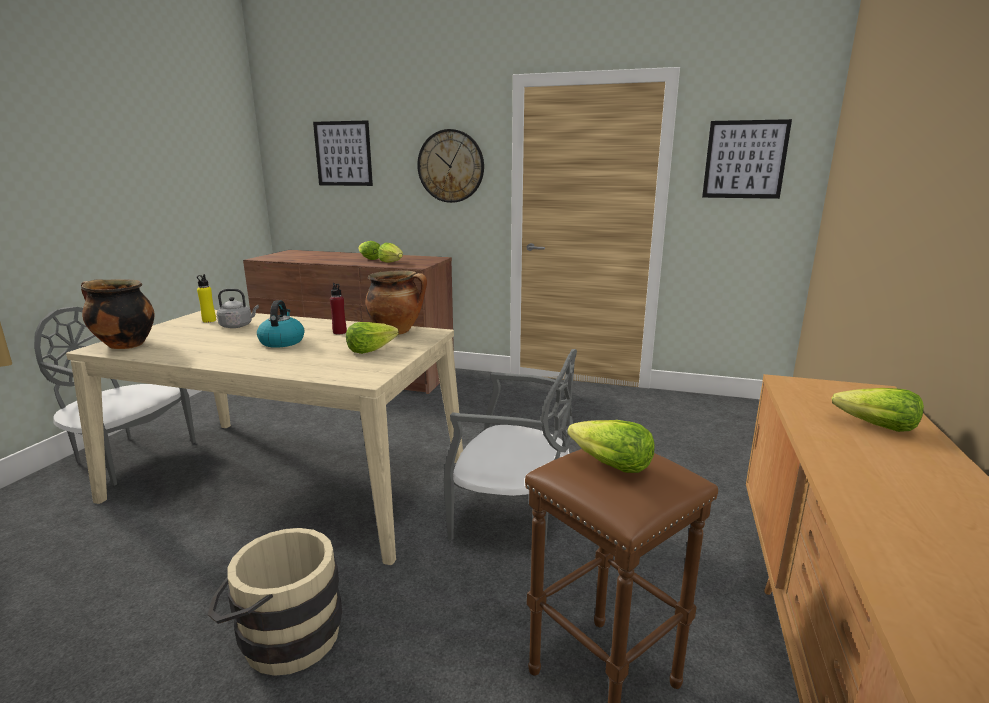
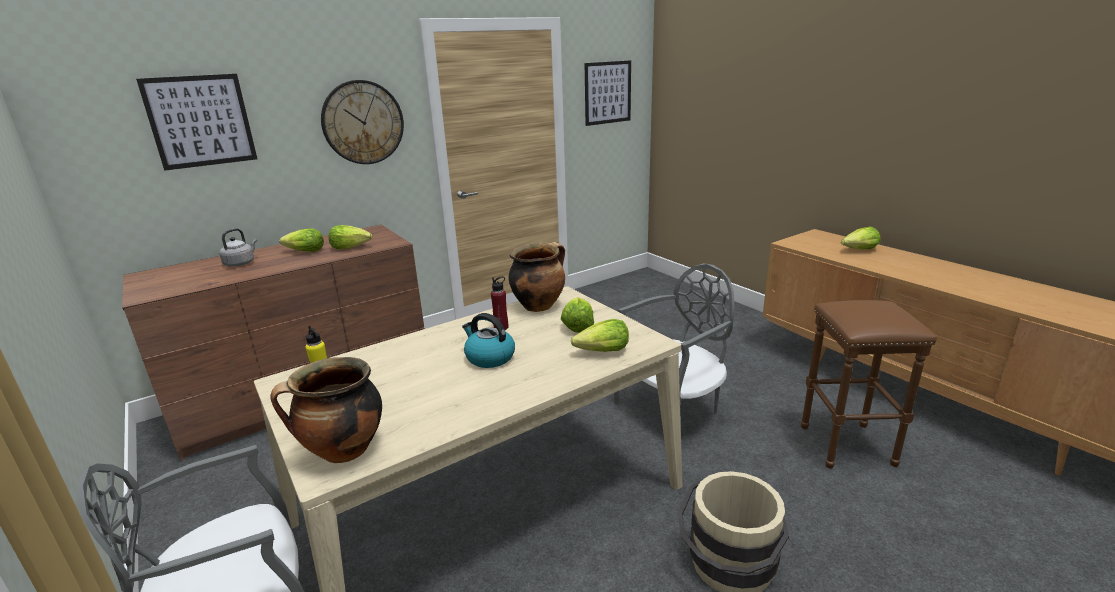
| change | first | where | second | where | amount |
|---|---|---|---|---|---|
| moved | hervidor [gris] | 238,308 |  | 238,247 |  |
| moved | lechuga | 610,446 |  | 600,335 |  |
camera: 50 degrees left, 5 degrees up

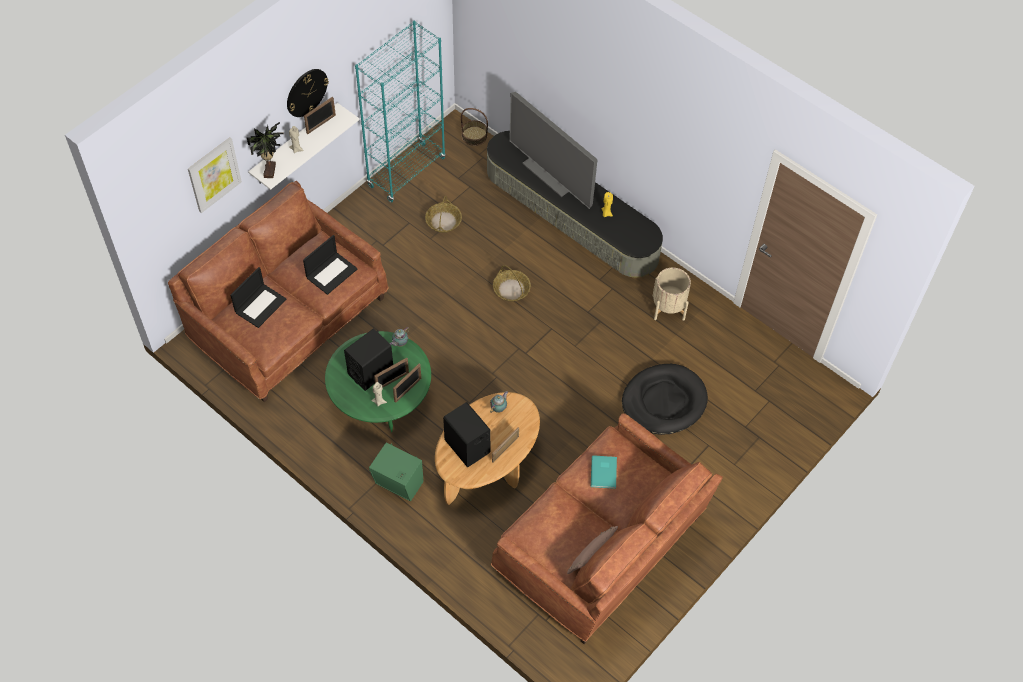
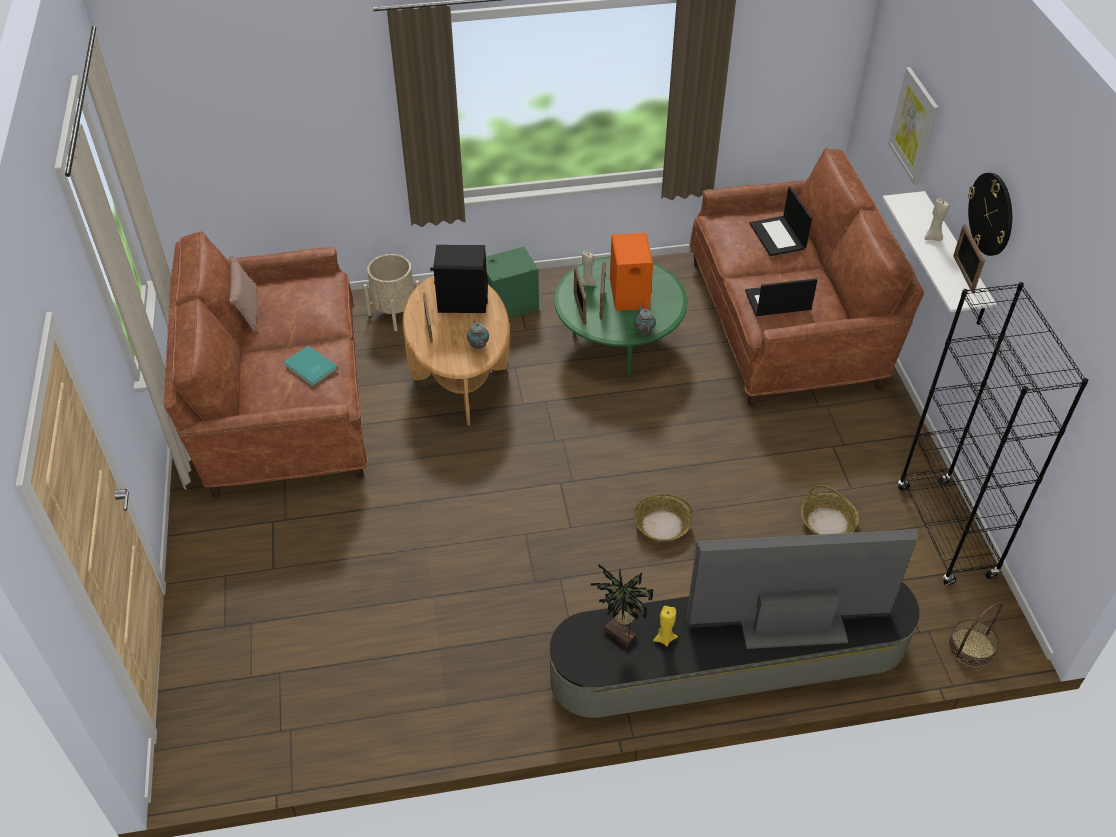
| change | first | where | second | where | amount |
|---|---|---|---|---|---|
| recoloured | estantería [turquesa] | 400,111 | estantería [negro] | 993,433 |  |
| moved | planta en maceta | 265,150 |  | 622,605 |  |
| turned | portátil | 330,265 |  | 781,297 | 90 degrees clockwise |
| moved | maceta [beis] | 672,294 |  | 391,292 |  |
| recoloured | altavoz [negro] | 368,359 | altavoz [naranja] | 631,272 |  |
| removed | cama para perro [negro] | 665,399 |  |  |  |
camera: 130 degrees right, 10 degrees down

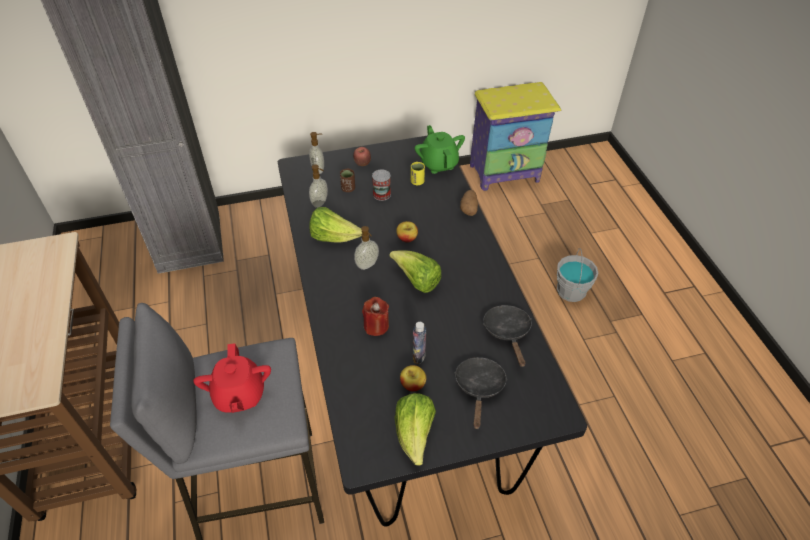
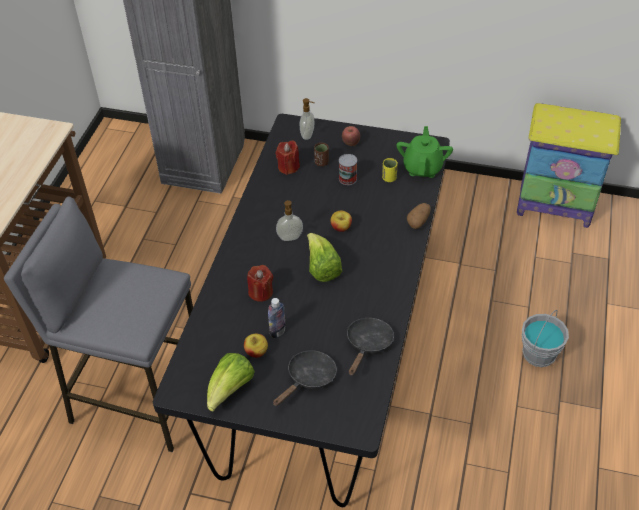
| change | first | where | second | where | amount |
|---|---|---|---|---|---|
| replaced | dispensador de jabón | 318,186 | vela [rojo] | 288,158 |  |
| removed | lechuga | 335,225 |  |  |  |
| removed | tetera [rojo] | 232,378 |  |  |  |
camera: 30 degrees right, 0 degrees up

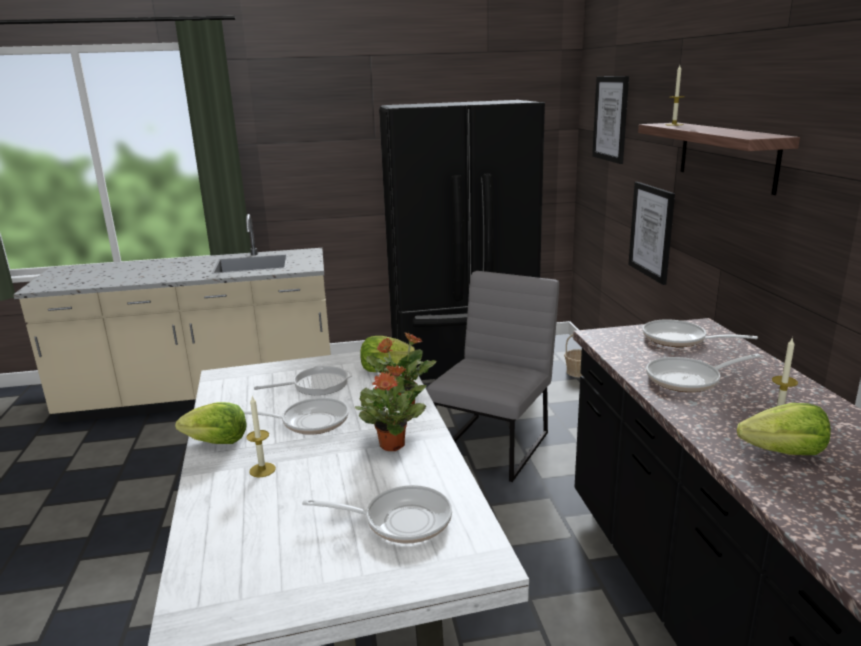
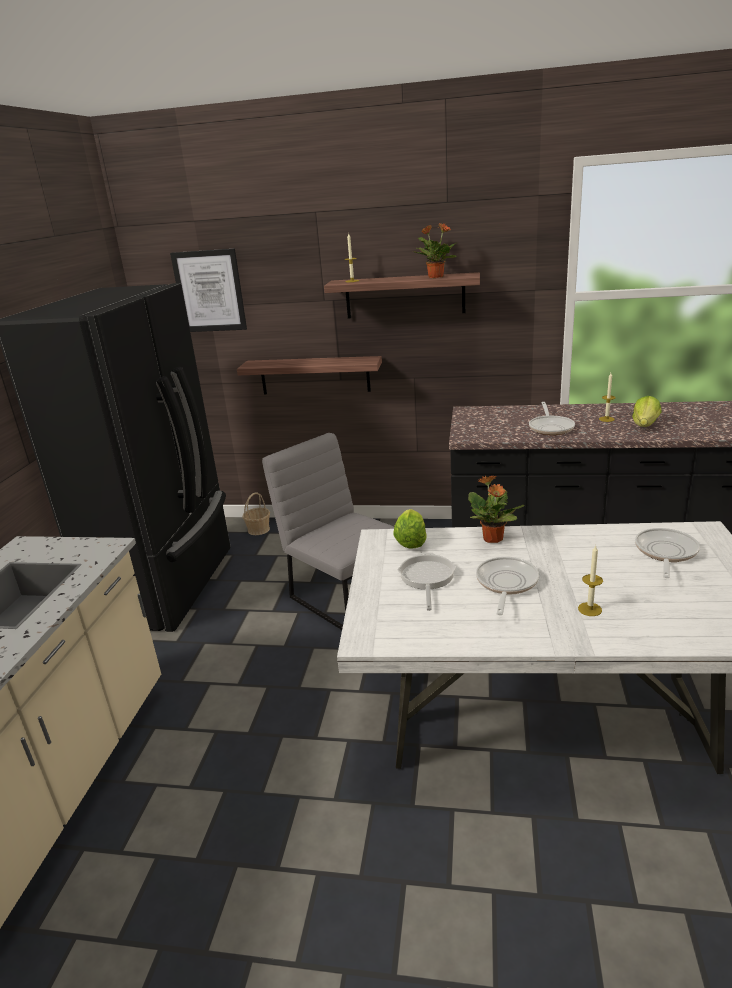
| change | first | where | second | where | amount |
|---|---|---|---|---|---|
| replaced | cuadro | 651,233 | estante | 309,375 |  |
| removed | sartén | 700,333 |  |  |  |
| moved | planta en maceta | 391,408 |  | 436,250 |  |
| removed | lechuga | 211,423 |  |  |  |
camera: 70 degrees left, 5 degrees up

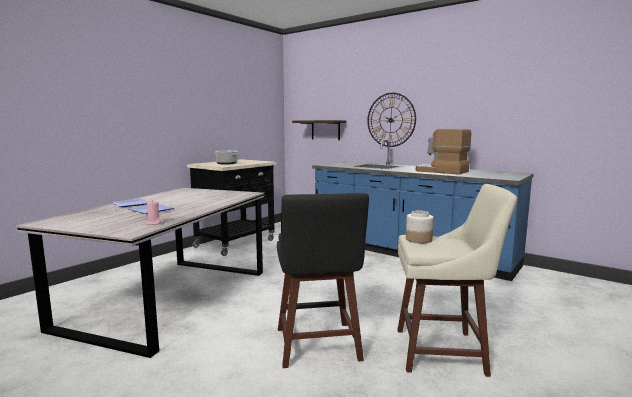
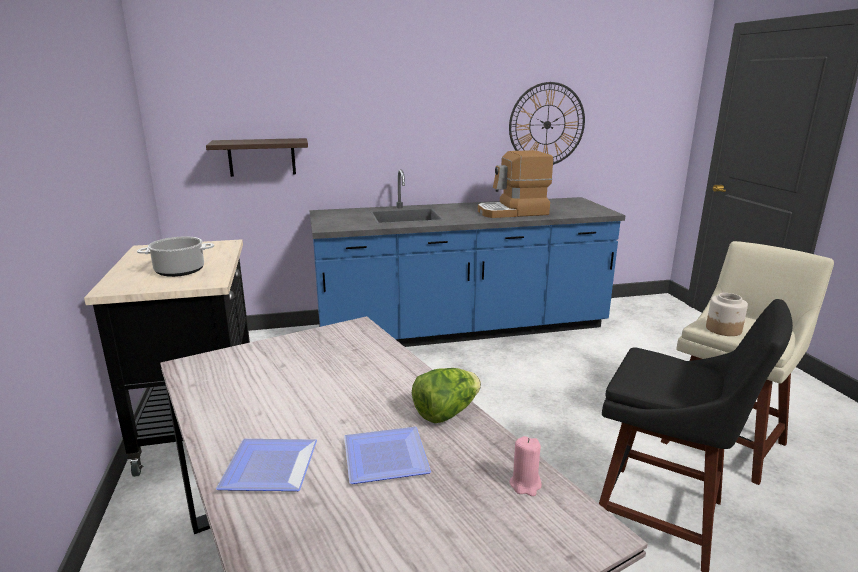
| change | first | where | second | where | amount |
|---|---|---|---|---|---|
| moved | reloj de pared | 391,120 |  | 547,123 |  |
| added |  |  | lechuga | 446,395 |  |
camera: 50 degrees left, 10 degrees up

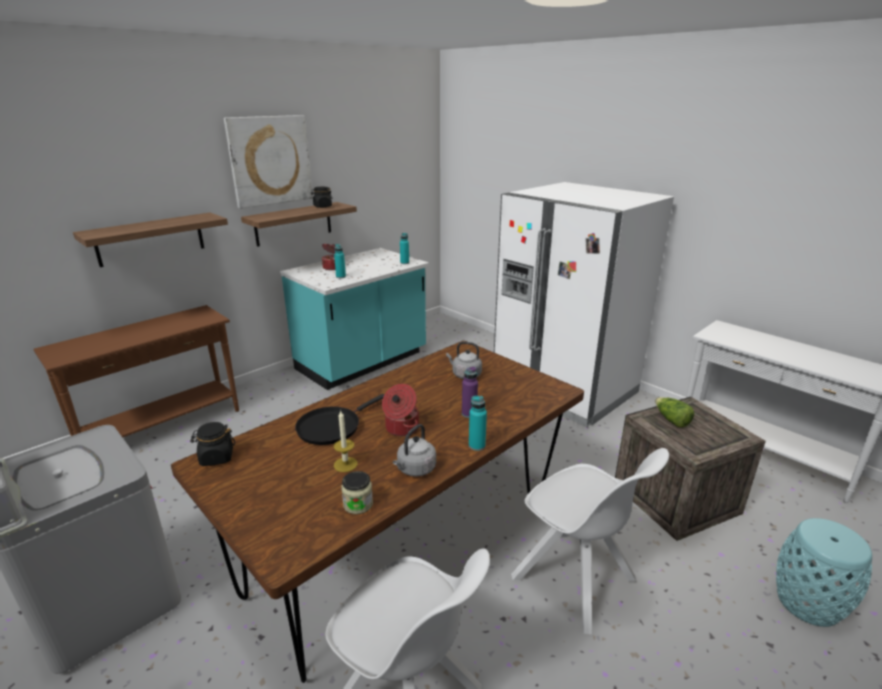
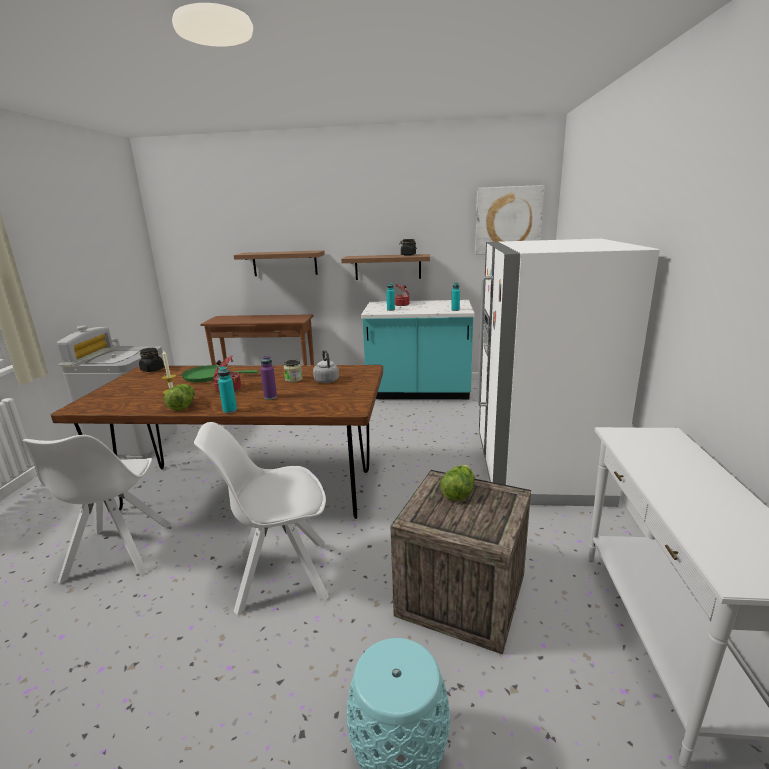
| change | first | where | second | where | amount |
|---|---|---|---|---|---|
| moved | cuadro | 268,162 |  | 509,220 |  |
| recoloured | sartén [negro] | 340,419 | sartén [verde] | 220,373 |  |
| replaced | hervidor [gris] | 414,450 | lechuga | 179,397 |  |
| turned | silla [blanco] | 590,541 |  | 261,518 | 75 degrees clockwise |
| moved | tarro | 357,492 |  | 293,371 |  |
camera: 50 degrees right, 5 degrees down

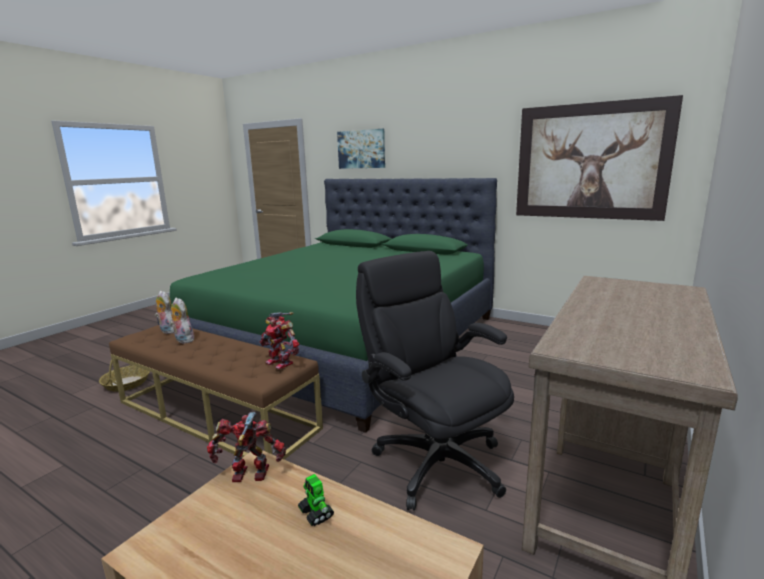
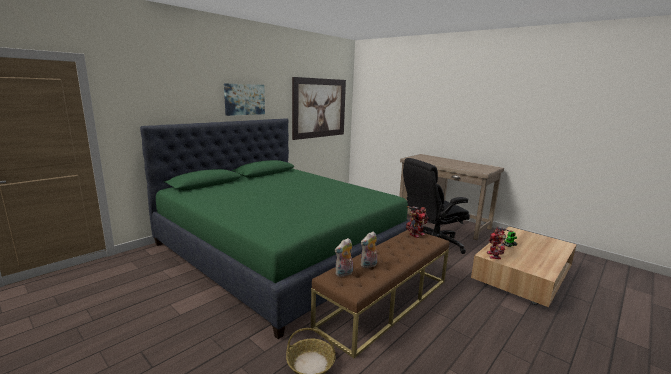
| change | first | where | second | where | amount |
|---|---|---|---|---|---|
| moved | cuadro | 361,149 |  | 244,99 |  |
camera: 80 degrees left, 0 degrees up

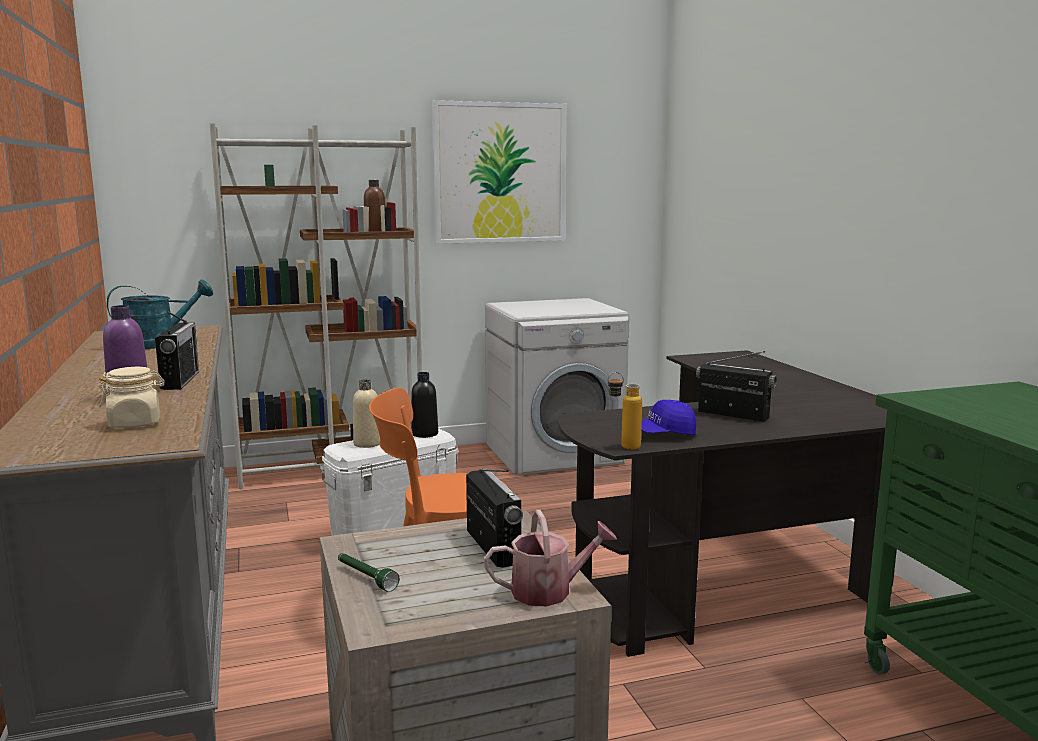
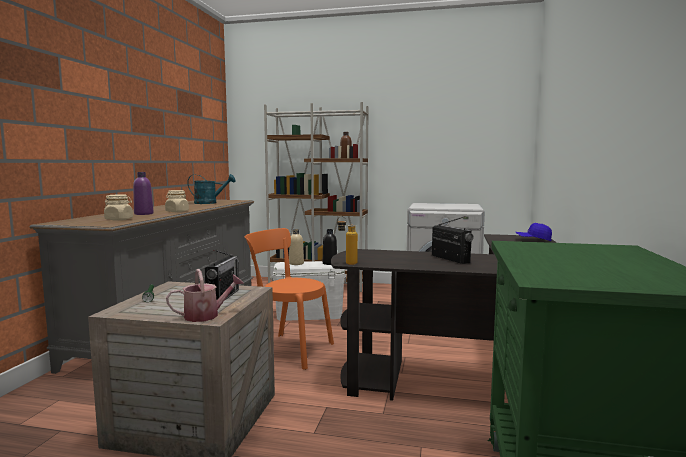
| change | first | where | second | where | amount |
|---|---|---|---|---|---|
| removed | cuadro | 499,172 |  |  |  |
| replaced | radio | 177,350 | tarro [beis] | 177,201 |  |
| moved | gorra [azul] | 668,417 |  | 534,232 |  |
| turned | regadera | 550,558 |  | 205,295 | 45 degrees counterclockwise |
camera: 30 degrees right, 5 degrees down

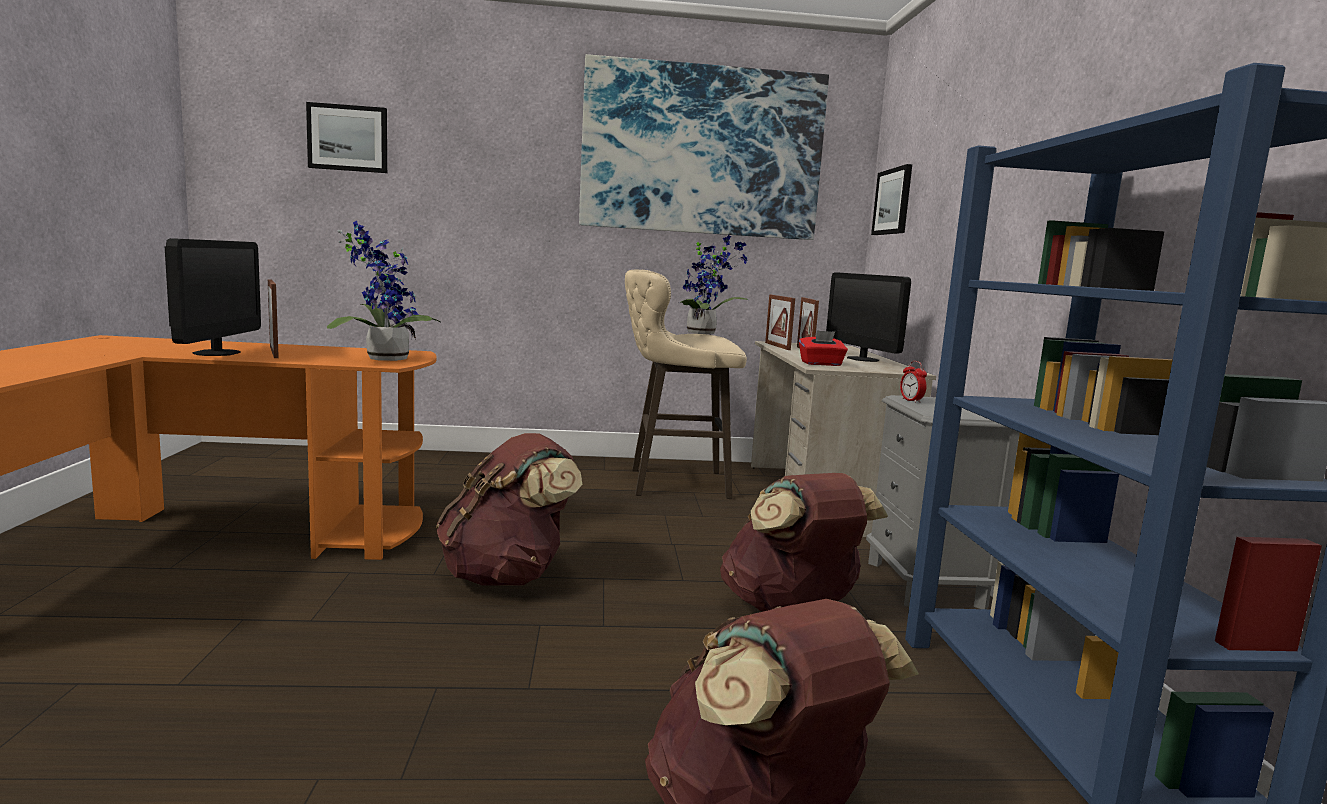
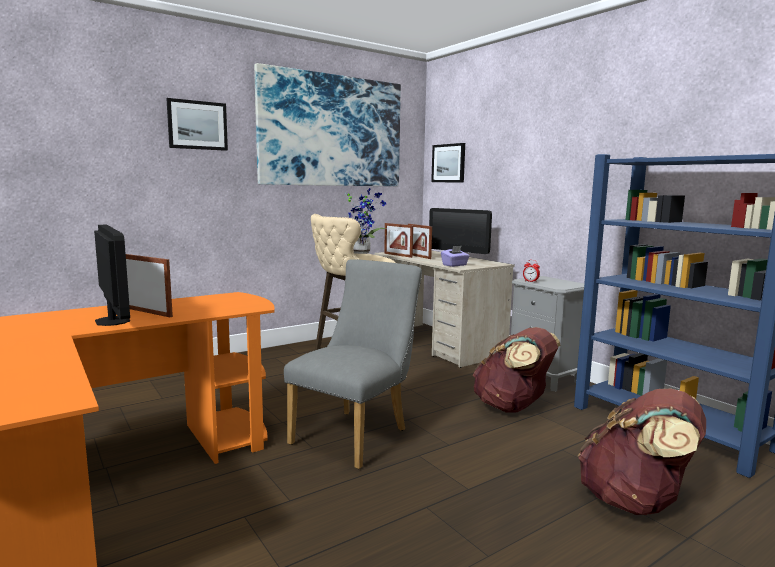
| change | first | where | second | where | amount |
|---|---|---|---|---|---|
| moved | cuadro | 346,137 |  | 197,124 |  |
| removed | planta en maceta | 384,291 |  |  |  |
| recoloured | caja de pañuelos [rojo] | 823,348 | caja de pañuelos [morado] | 455,256 |  |
| replaced | mochila [marrón] | 509,509 | silla [gris] | 353,364 |  |
camera: 30 degrees left, 0 degrees up

